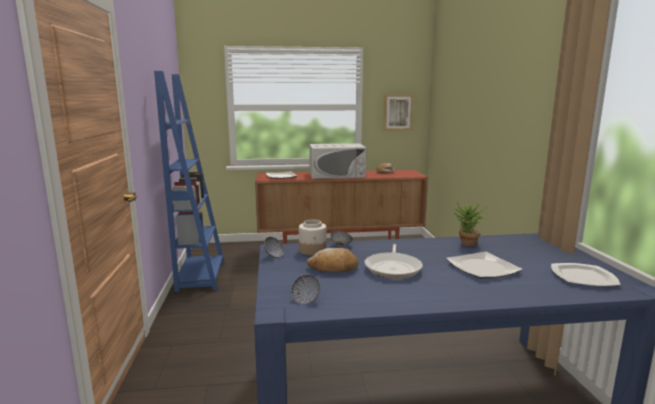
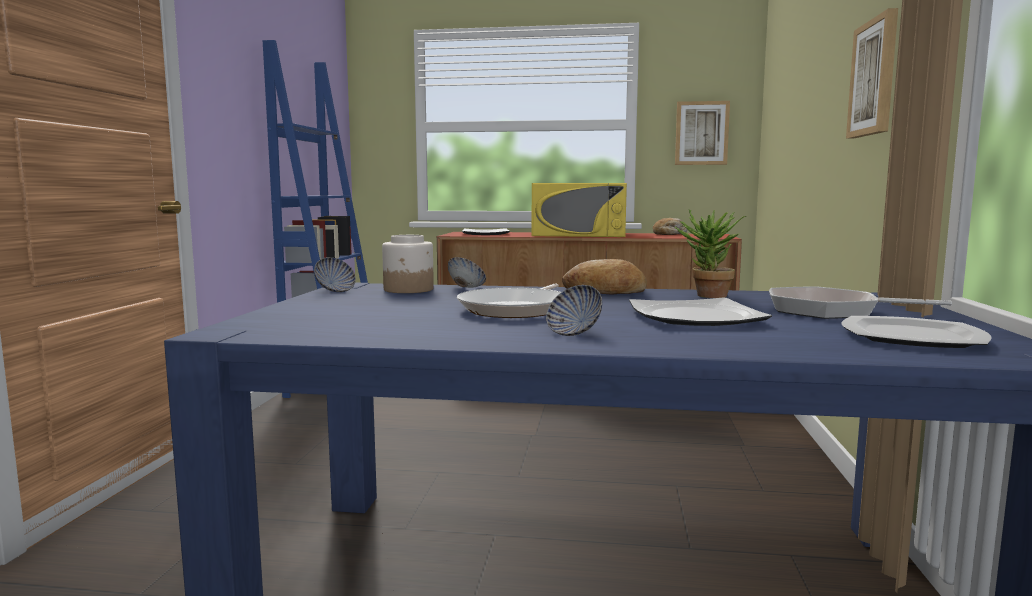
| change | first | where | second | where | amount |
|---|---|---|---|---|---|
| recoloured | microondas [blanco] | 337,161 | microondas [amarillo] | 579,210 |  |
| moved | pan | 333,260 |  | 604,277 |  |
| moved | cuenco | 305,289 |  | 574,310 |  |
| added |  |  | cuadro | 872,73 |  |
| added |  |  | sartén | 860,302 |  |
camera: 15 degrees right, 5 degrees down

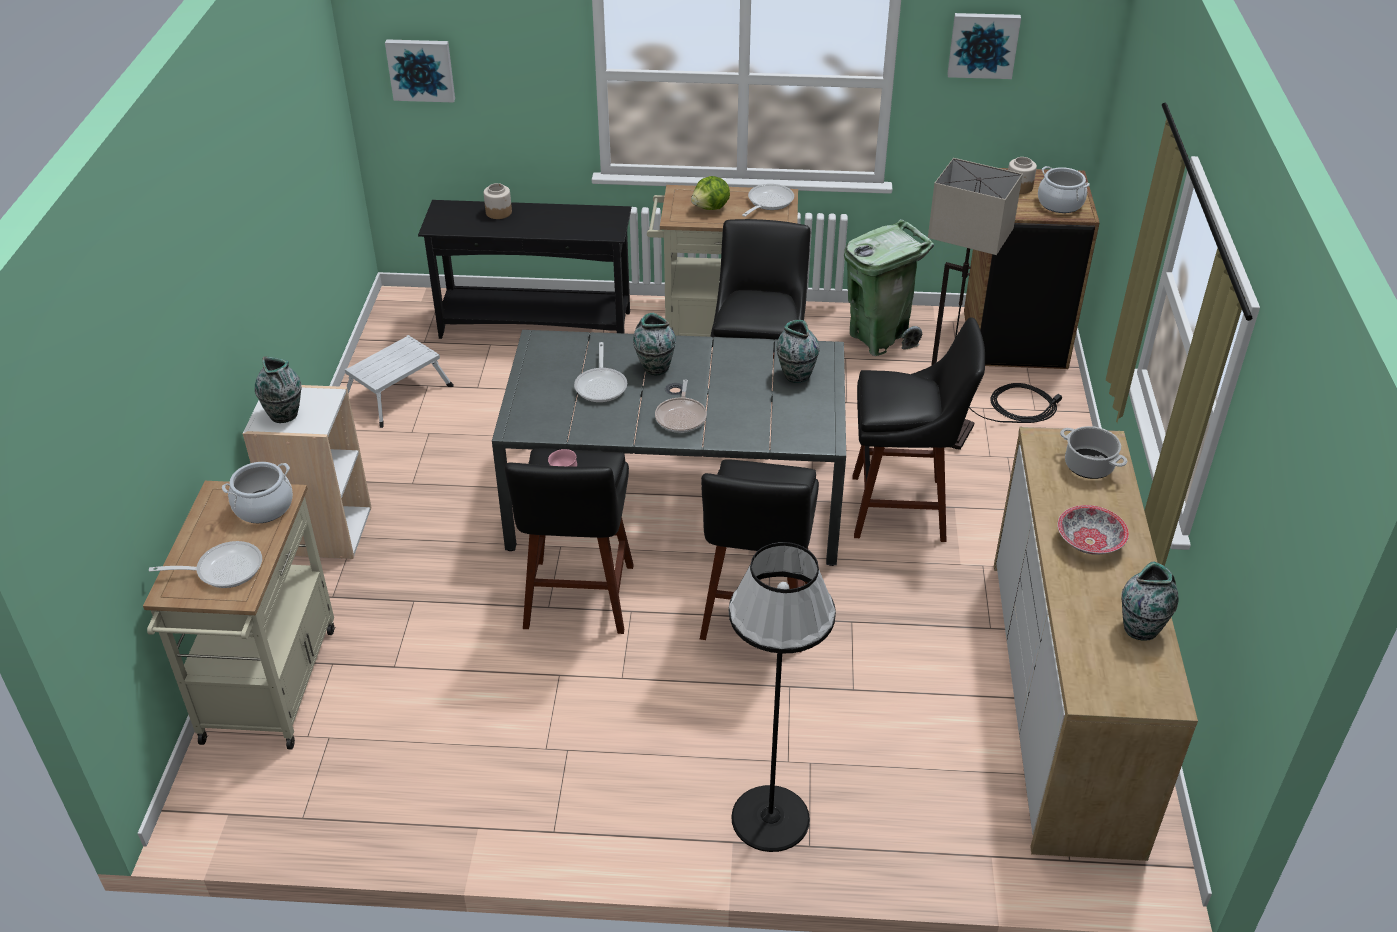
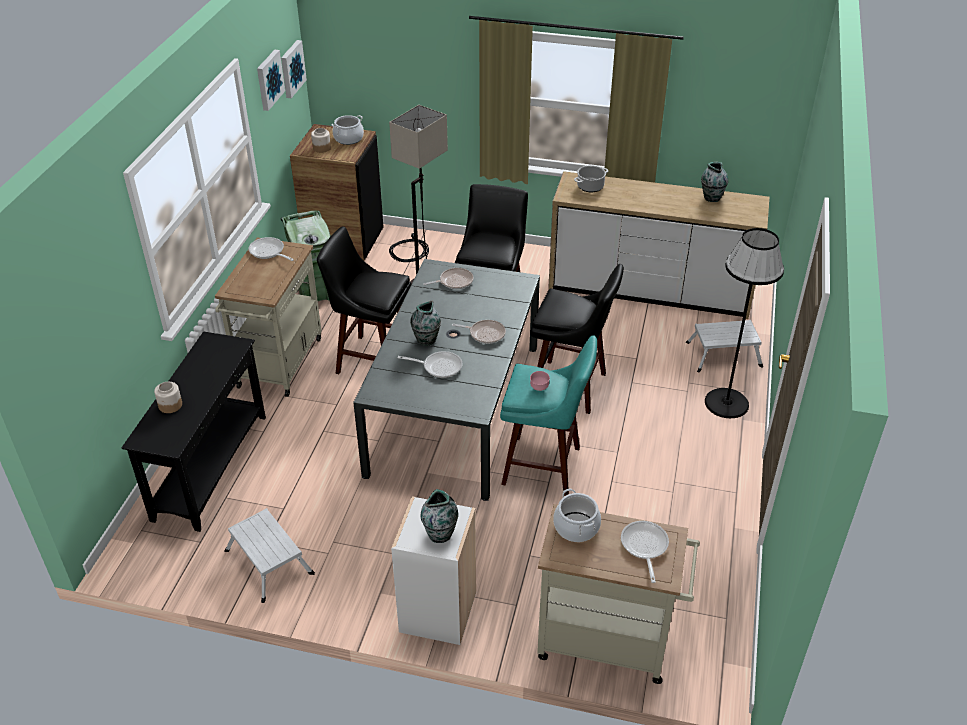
| change | first | where | second | where | amount |
|---|---|---|---|---|---|
| moved | cuadro | 420,71 |  | 294,69 |  |
| removed | lechuga | 710,193 |  |  |  |
| replaced | florero | 798,351 | sartén | 448,278 |  |
| recoloured | taburete [negro] | 569,541 | taburete [turquesa] | 548,415 |  |
| removed | cuenco | 1093,530 |  |  |  |
| added |  |  | escalera de tijera [blanco] | 724,346 |  |
camera: 80 degrees left, 0 degrees up

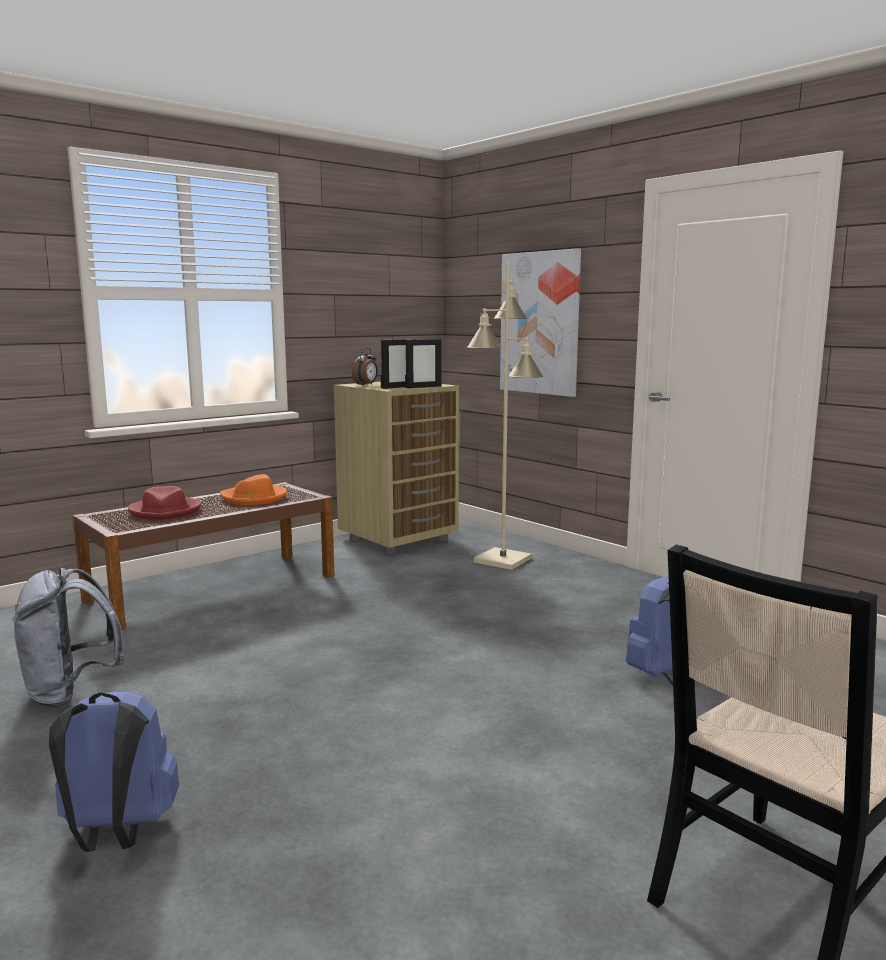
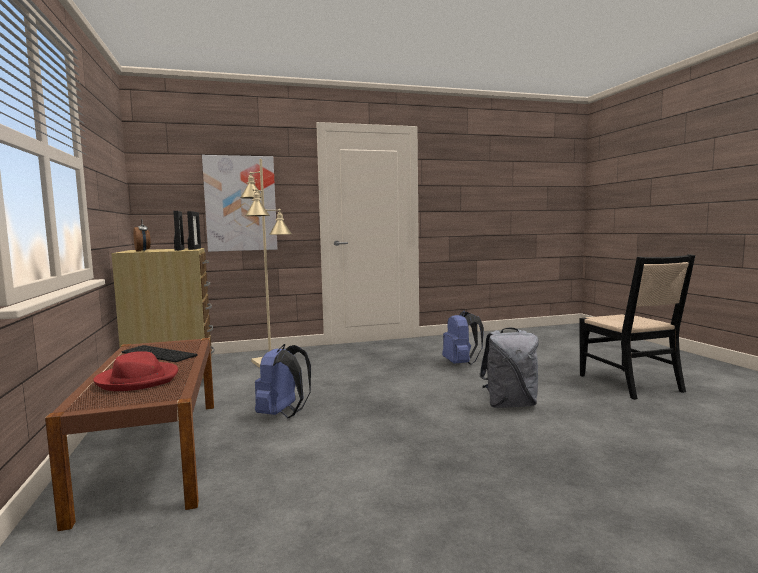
| change | first | where | second | where | amount |
|---|---|---|---|---|---|
| replaced | sombrero [naranja] | 253,489 | teclado | 159,353 |  |
| moved | mochila [gris] | 69,637 |  | 509,368 |  |
| moved | mochila [azul] | 114,771 |  | 283,381 |  |
camera: 65 degrees left, 5 degrees down

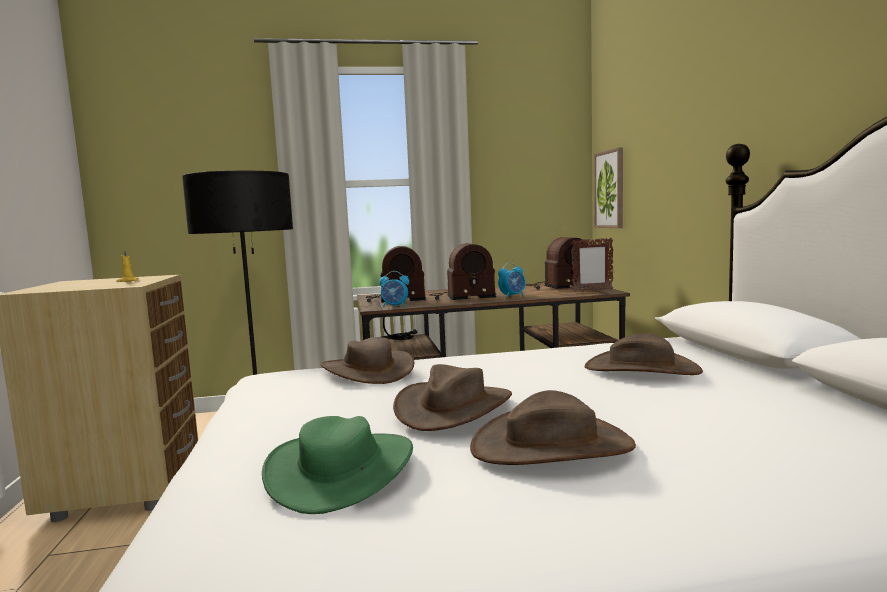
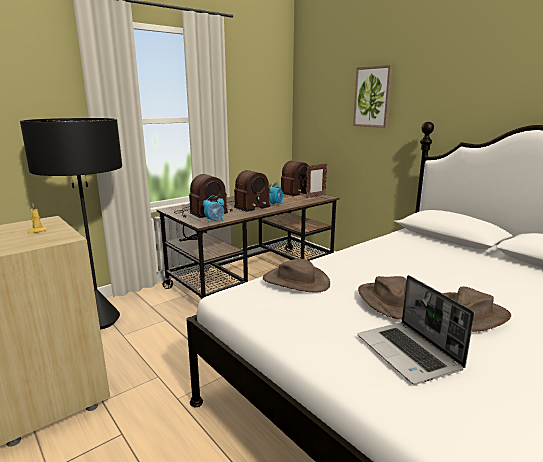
| change | first | where | second | where | amount |
|---|---|---|---|---|---|
| moved | cuadro | 608,187 |  | 373,96 |  |
| removed | sombrero [marrón] | 644,354 |  |  |  |
| replaced | sombrero [verde] | 337,465 | portátil | 416,330 |  |
camera: 30 degrees left, 10 degrees up

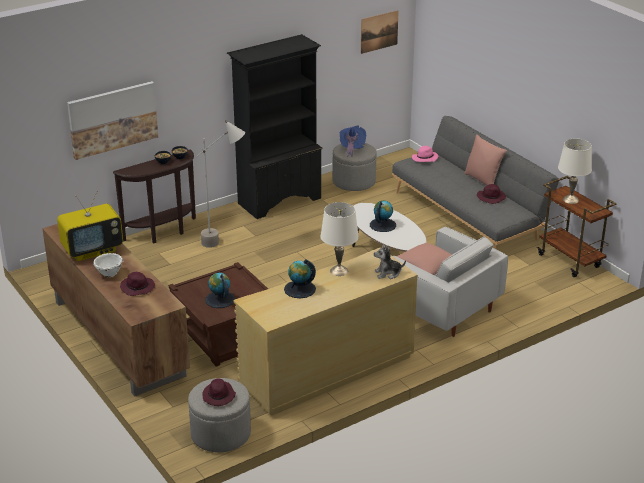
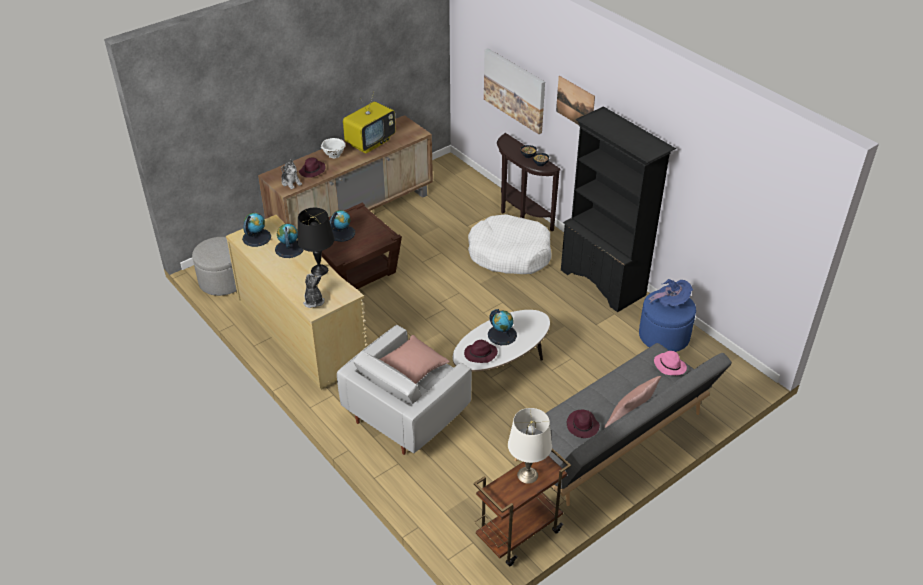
| change | first | where | second | where | amount |
|---|---|---|---|---|---|
| moved | cuadro | 380,32 |  | 575,100 |  |
| replaced | lámpara de pie [gris] | 221,184 | cama para perro [blanco] | 509,244 |  |
| recoloured | puf [gris] | 354,167 | puf [azul] | 667,321 |  |
| turned | televisor | 90,226 |  | 369,122 | 105 degrees counterclockwise |
| recoloured | lámpara de mesa [blanco] | 339,239 | lámpara de mesa [negro] | 315,242 |  |
| moved | sombrero [morado] | 219,392 |  | 481,351 |  |
| added |  |  | peluche | 291,174 |  |
| added |  |  | globo terráqueo | 256,230 |  |
camera: 85 degrees right, 10 degrees up

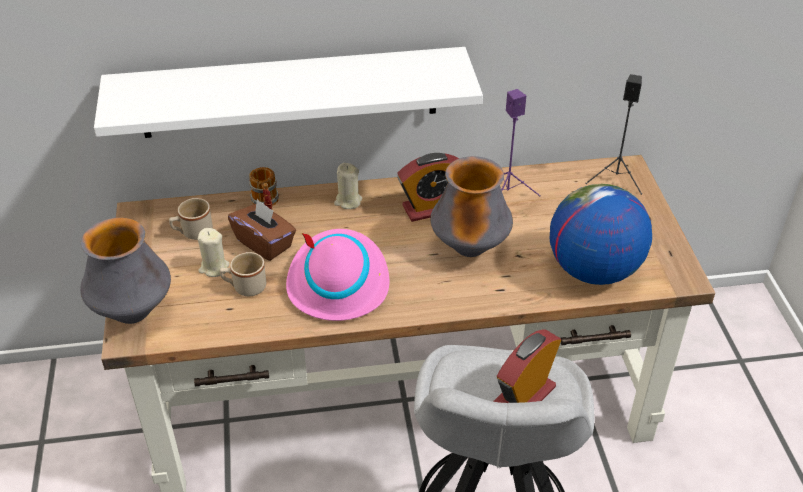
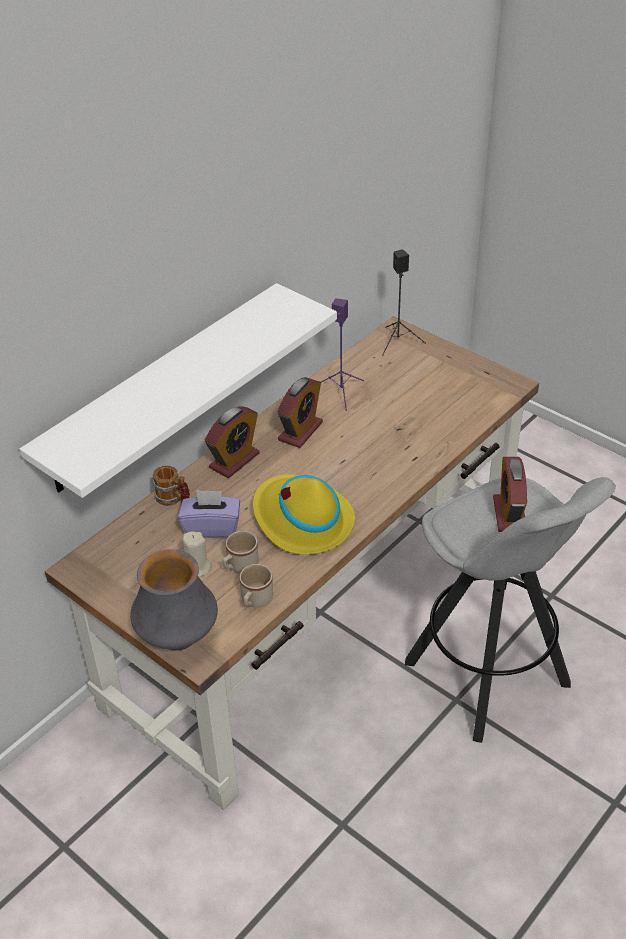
| change | first | where | second | where | amount |
|---|---|---|---|---|---|
| removed | florero | 472,206 |  |  |  |
| replaced | vela [beis] | 348,186 | despertador | 232,442 |  |
| removed | globo terráqueo | 601,234 |  |  |  |
| moved | taza grande [beis] | 191,219 |  | 256,586 |  |
| recoloured | caja de pañuelos [marrón] | 262,230 | caja de pañuelos [morado] | 209,514 |  |
| recoloured | sombrero [rosa] | 337,275 | sombrero [amarillo] | 304,514 |  |
camera: 40 degrees left, 0 degrees up

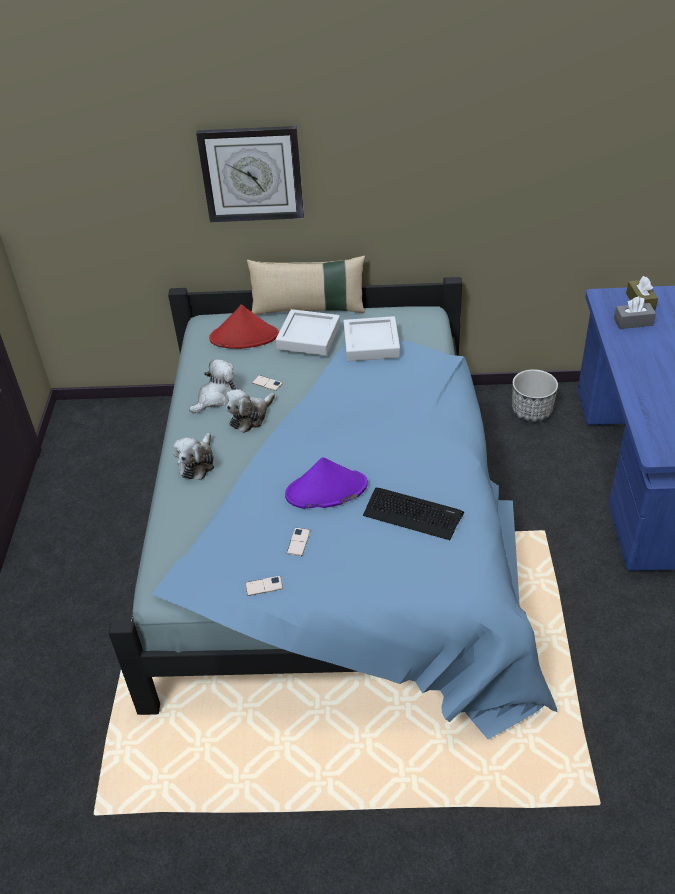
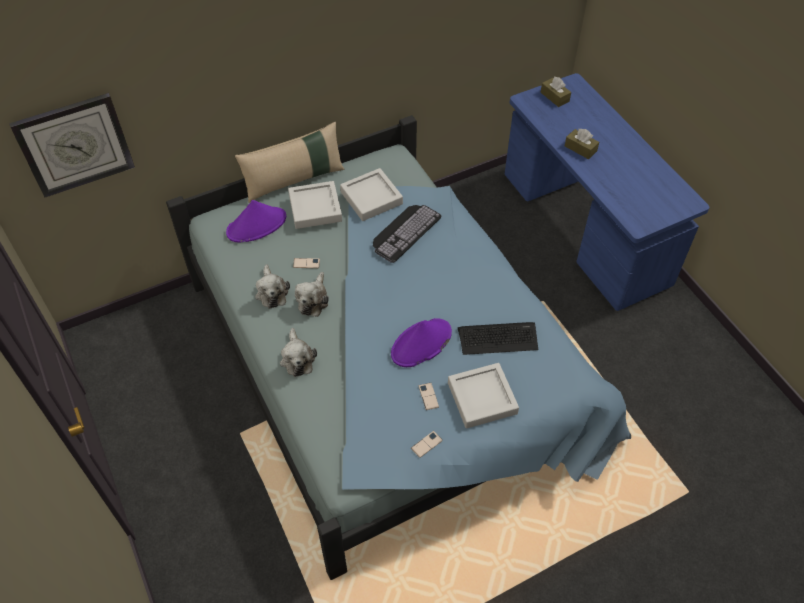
| change | first | where | second | where | amount |
|---|---|---|---|---|---|
| moved | reloj de pared | 250,174 |  | 72,145 |  |
| removed | caja de pañuelos [gris] | 635,313 |  |  |  |
| recoloured | sombrero [rojo] | 244,327 | sombrero [morado] | 256,221 |  |
| turned | peluche | 212,385 |  | 272,286 | 150 degrees clockwise |
| removed | maceta | 535,395 |  |  |  |
| added |  |  | caja de pañuelos [marrón] | 582,144 |  |
| added |  |  | teclado | 407,234 |  |
| added |  |  | bandeja [gris] | 483,395 |  |
camera: 30 degrees left, 10 degrees up

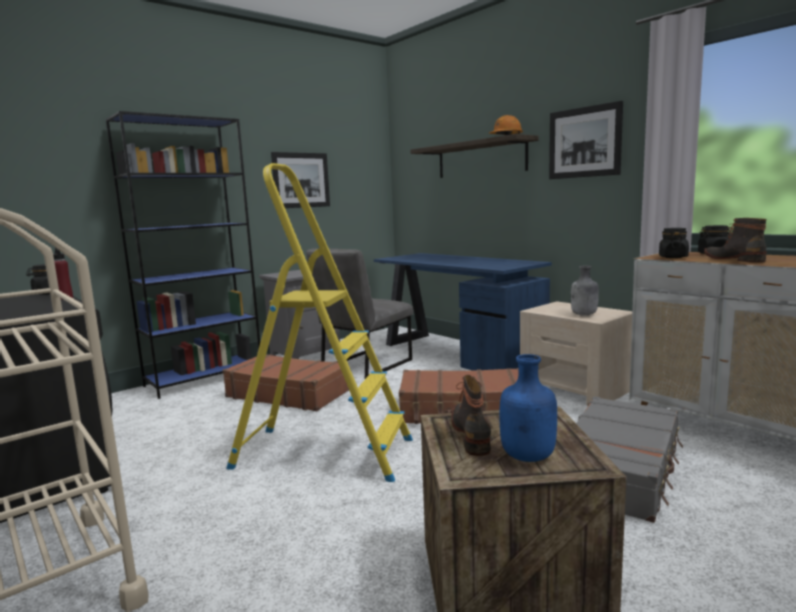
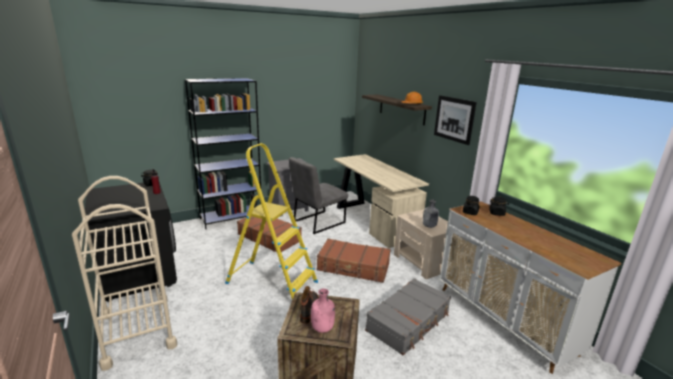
| change | first | where | second | where | amount |
|---|---|---|---|---|---|
| removed | cuadro | 300,180 |  |  |  |
| removed | bota | 735,240 |  |  |  |
| recoloured | escritorio [azul] | 463,311 | escritorio [beis] | 381,201 |  |
| recoloured | botella [azul] | 528,408 | botella [rosa] | 323,310 |  |
camera: 10 degrees right, 10 degrees up

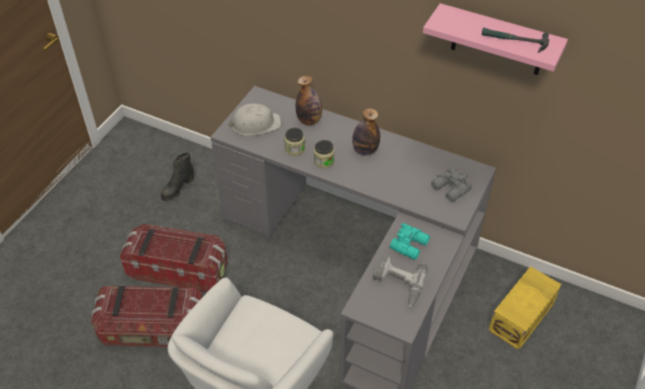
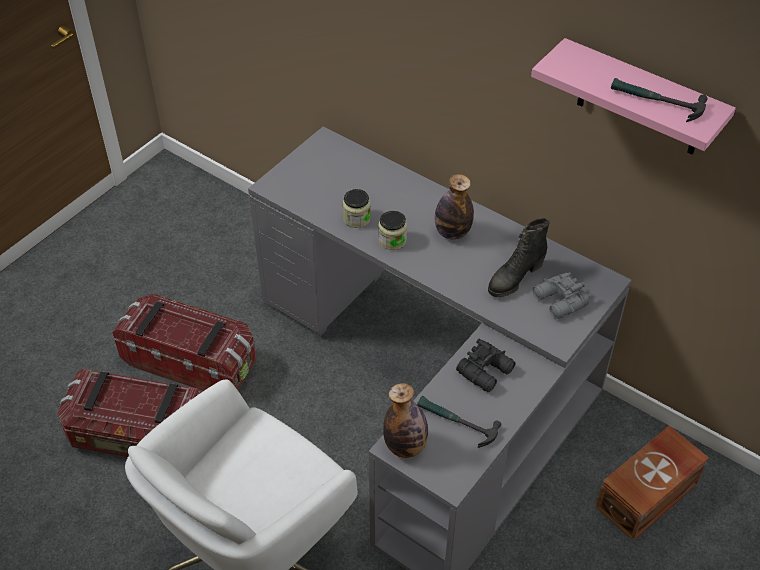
| change | first | where | second | where | amount |
|---|---|---|---|---|---|
| moved | botella | 309,100 |  | 405,420 |  |
| removed | casco [blanco] | 254,119 |  |  |  |
| moved | bota [negro] | 177,176 |  | 519,257 |  |
| recoloured | prismáticos [turquesa] | 410,241 | prismáticos [negro] | 485,365 |  |
| replaced | taladro | 400,281 | martillo | 459,422 |  |
| recoloured | caja de almacenaje [amarillo] | 524,308 | caja de almacenaje [marrón] | 652,483 |  |
camera: 10 degrees right, 0 degrees up

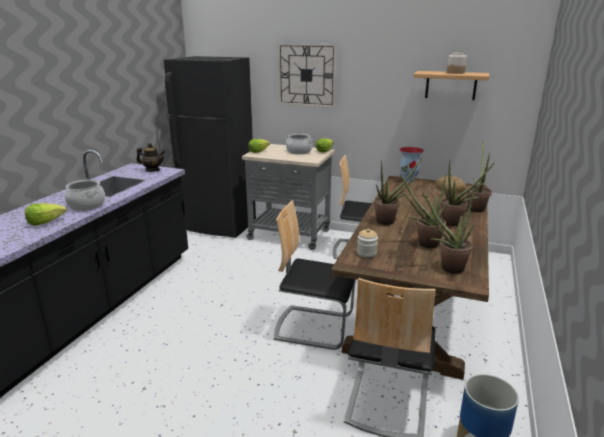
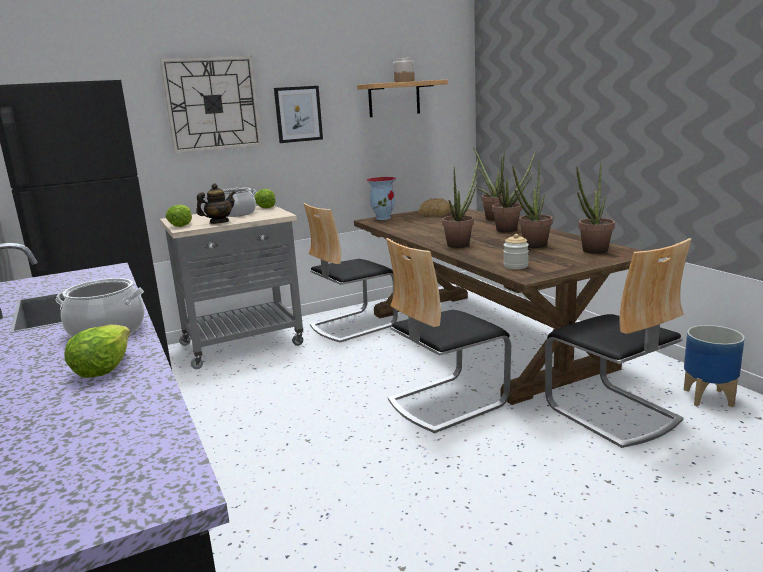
| change | first | where | second | where | amount |
|---|---|---|---|---|---|
| moved | tetera | 151,157 |  | 215,203 |  |
| added |  |  | cuadro | 298,114 |  |
camera: 45 degrees left, 5 degrees down

